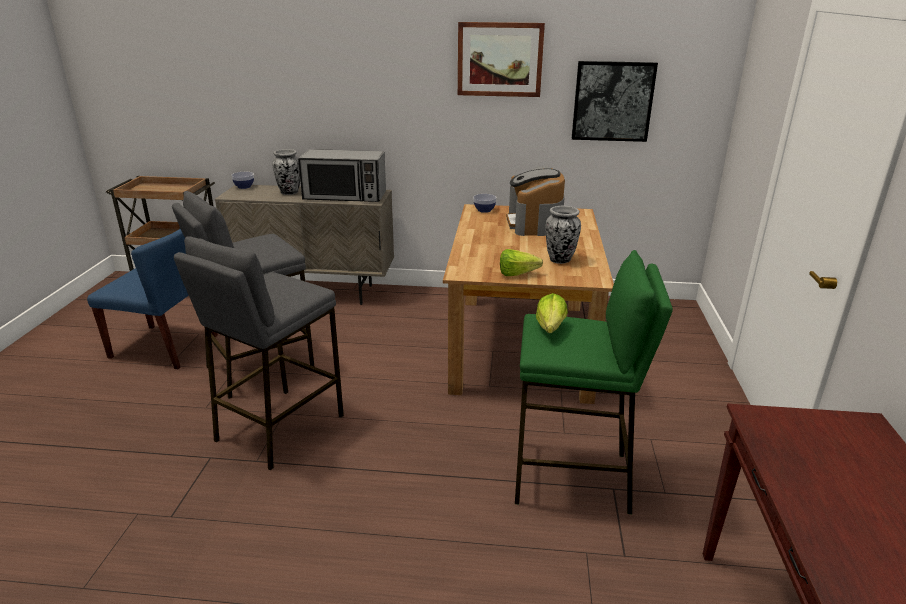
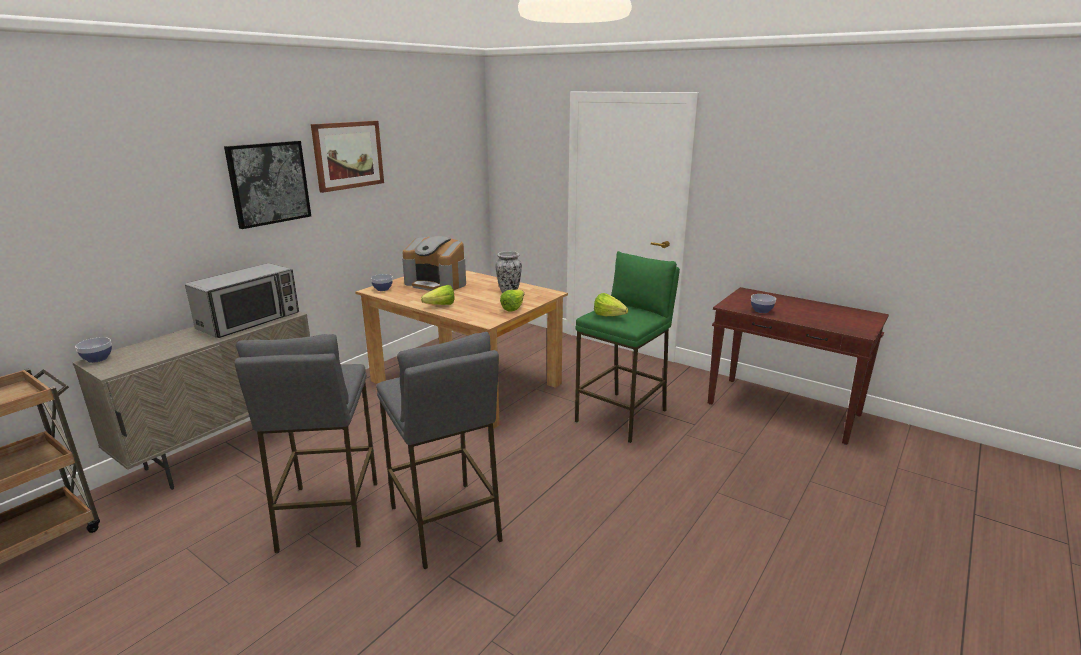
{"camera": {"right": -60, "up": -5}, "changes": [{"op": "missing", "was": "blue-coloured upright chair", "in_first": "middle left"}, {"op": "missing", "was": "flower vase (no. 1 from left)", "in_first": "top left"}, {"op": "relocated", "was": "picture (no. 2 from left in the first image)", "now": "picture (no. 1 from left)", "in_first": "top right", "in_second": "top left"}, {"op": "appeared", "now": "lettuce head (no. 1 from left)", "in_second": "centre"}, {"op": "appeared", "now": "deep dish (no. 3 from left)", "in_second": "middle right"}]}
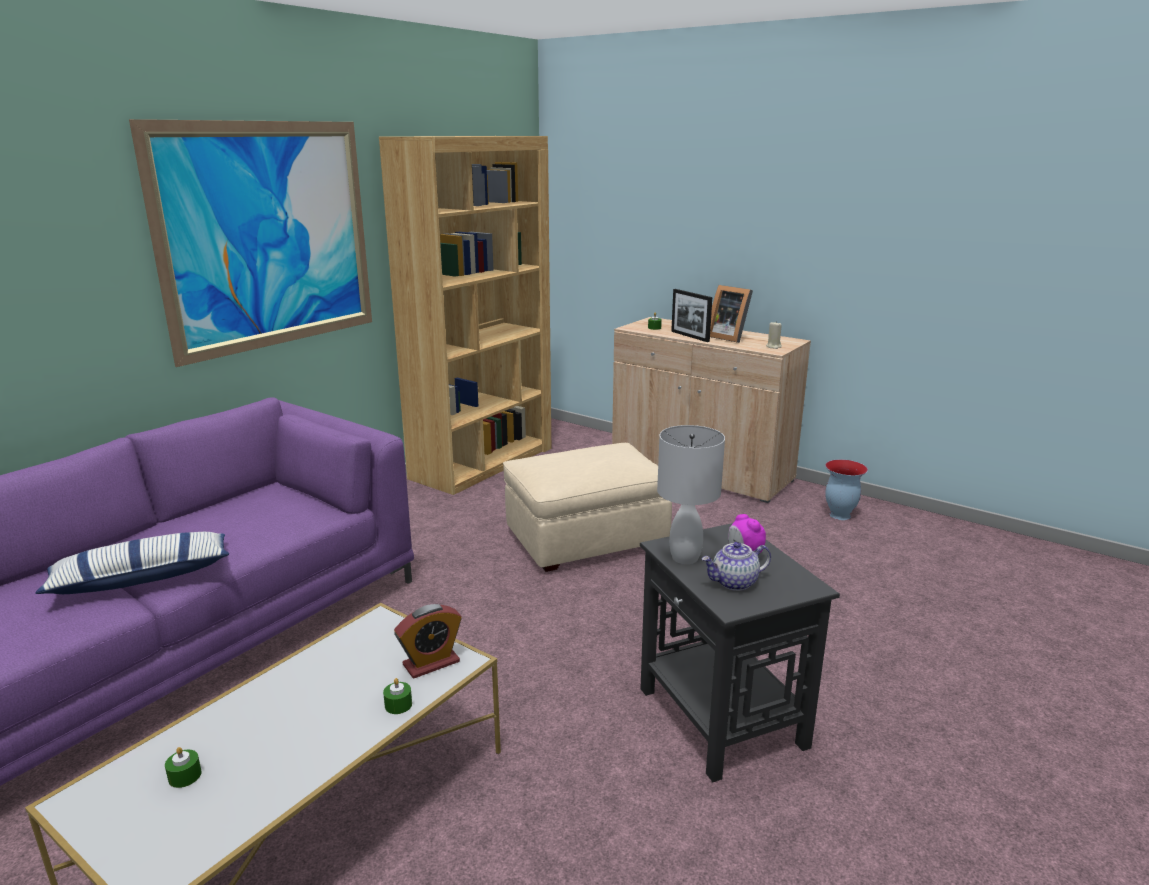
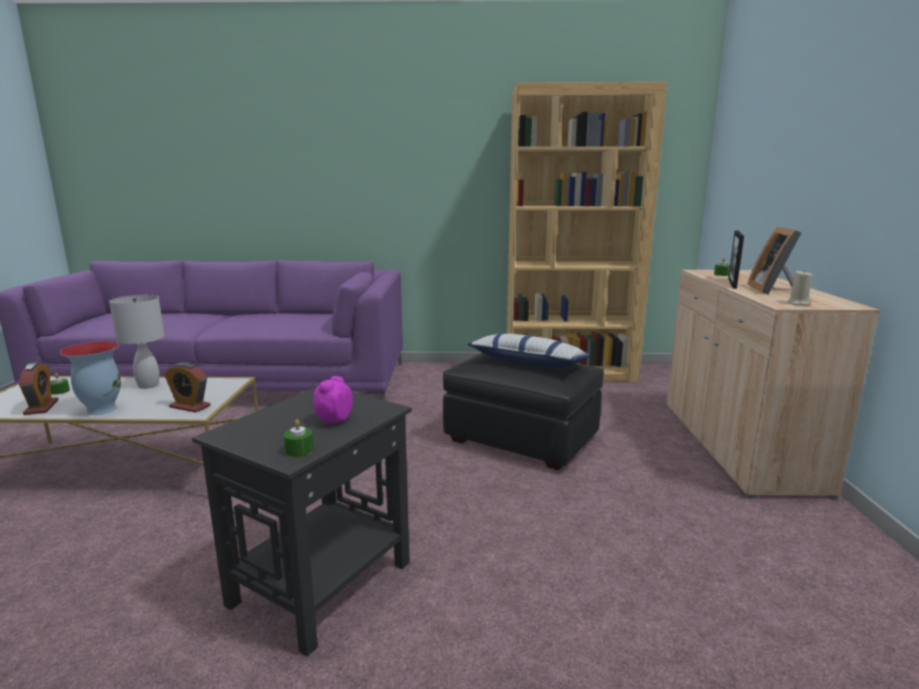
{"camera": {"right": 55, "up": -5}, "changes": [{"op": "relocated", "was": "throw pillow", "in_first": "middle left", "in_second": "centre"}, {"op": "missing", "was": "picture", "in_first": "top left"}, {"op": "relocated", "was": "green candle (no. 2 from left)", "in_first": "bottom centre", "in_second": "middle left"}, {"op": "colour", "was": "sand-coloured ottoman", "now": "blackish ottoman", "in_first": "centre", "in_second": "centre"}, {"op": "relocated", "was": "whitish tabletop lamp", "in_first": "centre", "in_second": "middle left"}, {"op": "missing", "was": "teapot", "in_first": "centre"}, {"op": "relocated", "was": "flower vase", "in_first": "middle right", "in_second": "middle left"}, {"op": "appeared", "now": "alarm clock (no. 1 from left)", "in_second": "middle left"}]}
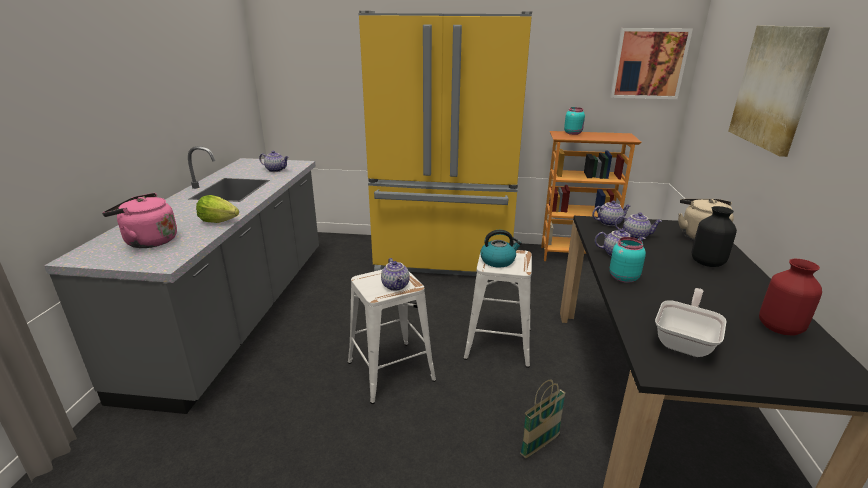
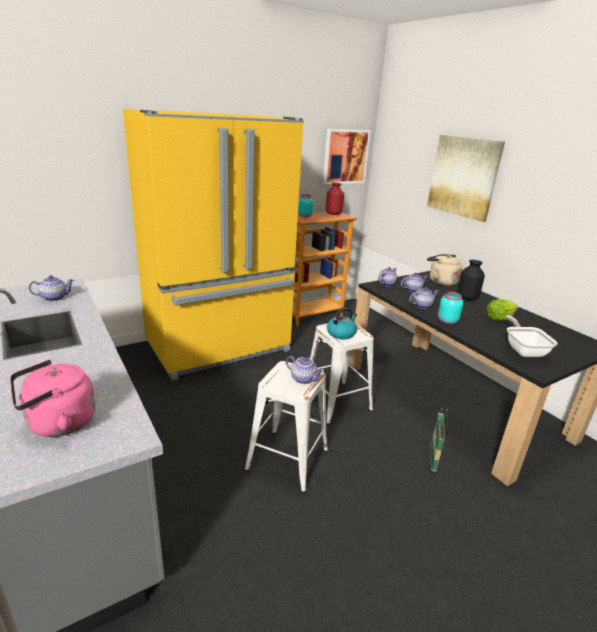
{"camera": {"right": -40, "up": 0}, "changes": [{"op": "relocated", "was": "lettuce head", "in_first": "middle left", "in_second": "middle right"}, {"op": "relocated", "was": "reddish flower vase", "in_first": "middle right", "in_second": "top centre"}]}
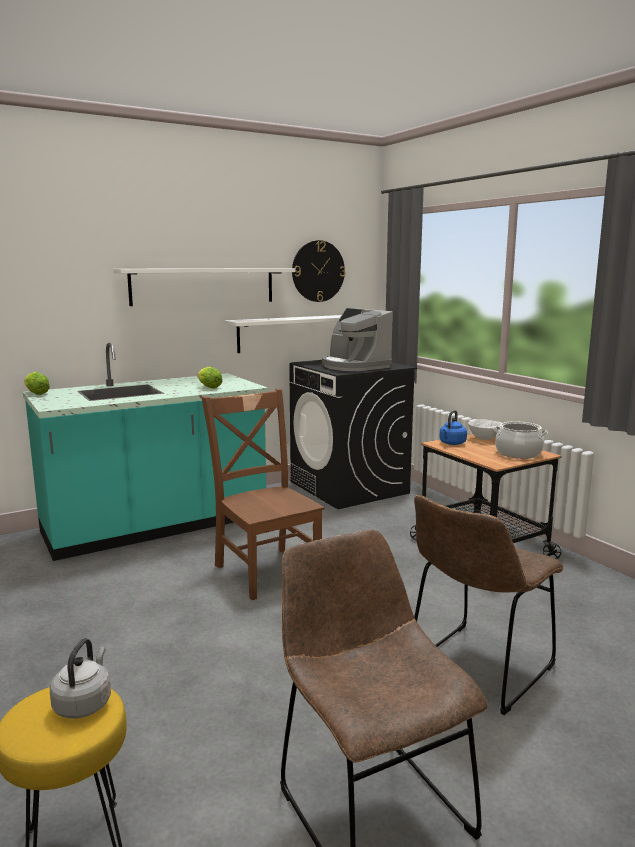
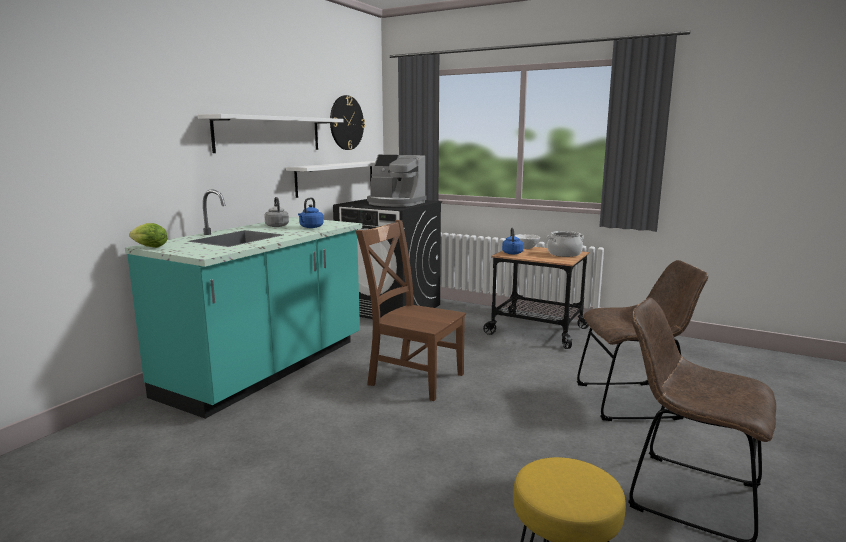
{"camera": {"right": -30, "up": 0}, "changes": [{"op": "relocated", "was": "grey tea kettle", "in_first": "bottom left", "in_second": "middle left"}, {"op": "exchanged", "was": "lettuce head (no. 2 from left)", "now": "blue-coloured tea kettle (no. 1 from left)", "in_first": "middle left", "in_second": "centre"}, {"op": "spun", "was": "brown upright chair (no. 3 from left in the first image)", "in_first": "bottom right", "in_second": "middle right", "clockwise": -105}]}
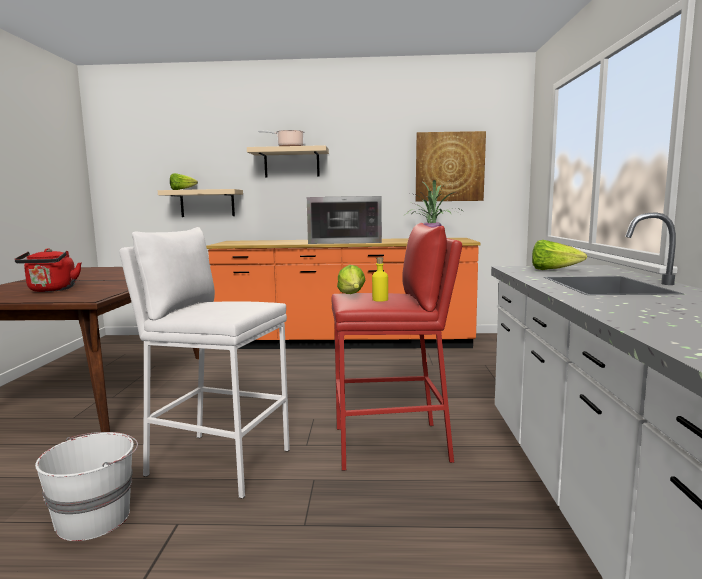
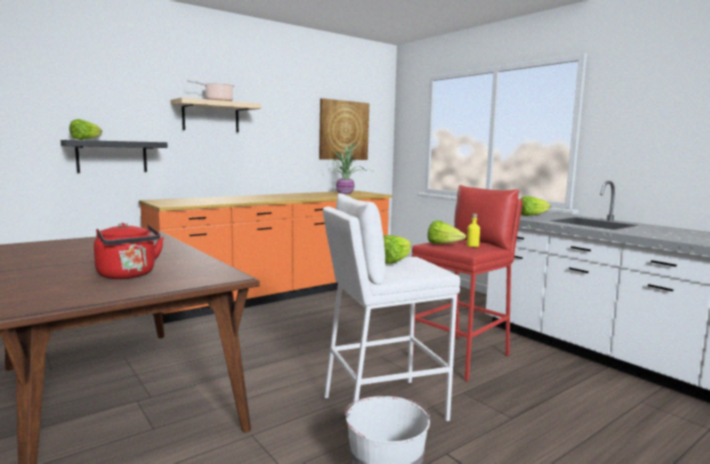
{"camera": {"right": -40, "up": 0}, "changes": [{"op": "colour", "was": "sand-coloured bracket shelf (no. 1 from left)", "now": "blackish bracket shelf", "in_first": "middle left", "in_second": "middle left"}, {"op": "missing", "was": "microwave", "in_first": "centre"}, {"op": "appeared", "now": "lettuce head (no. 2 from left)", "in_second": "centre"}]}
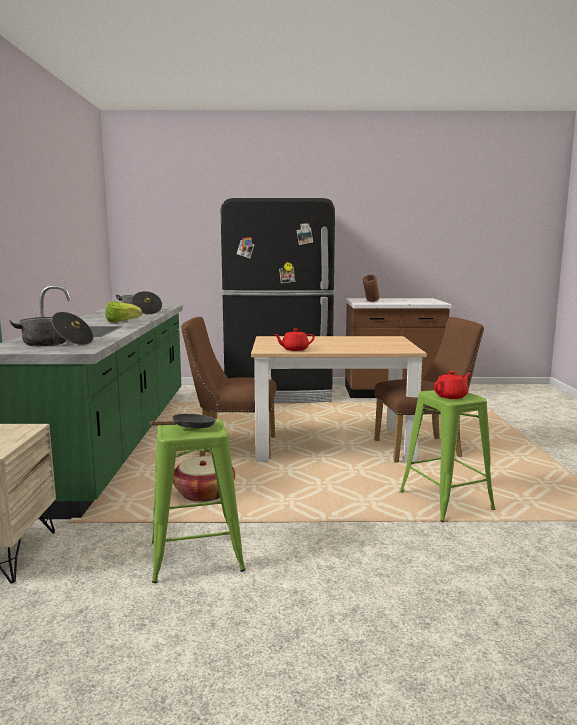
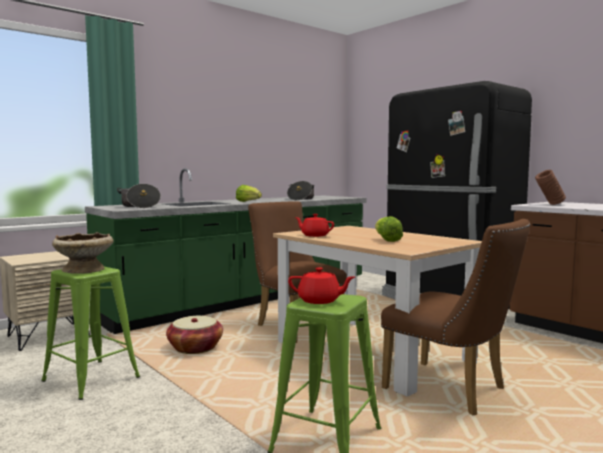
{"camera": {"right": 50, "up": -5}, "changes": [{"op": "exchanged", "was": "blackish skillet", "now": "sand-coloured deep dish", "in_first": "middle left", "in_second": "middle left"}, {"op": "appeared", "now": "lettuce head (no. 2 from left)", "in_second": "centre"}]}
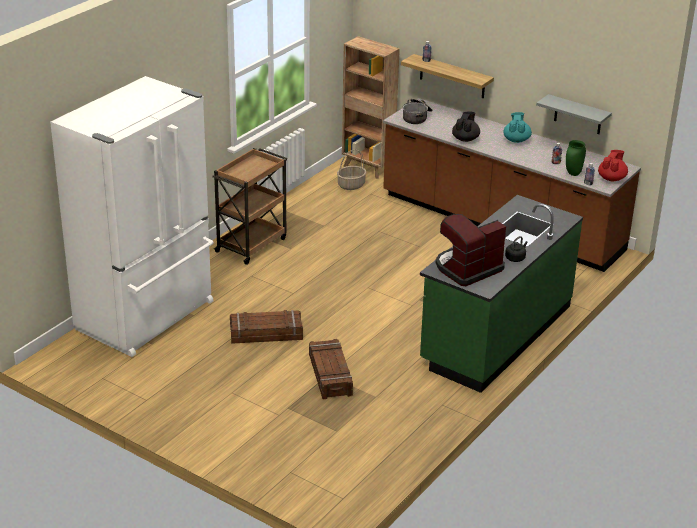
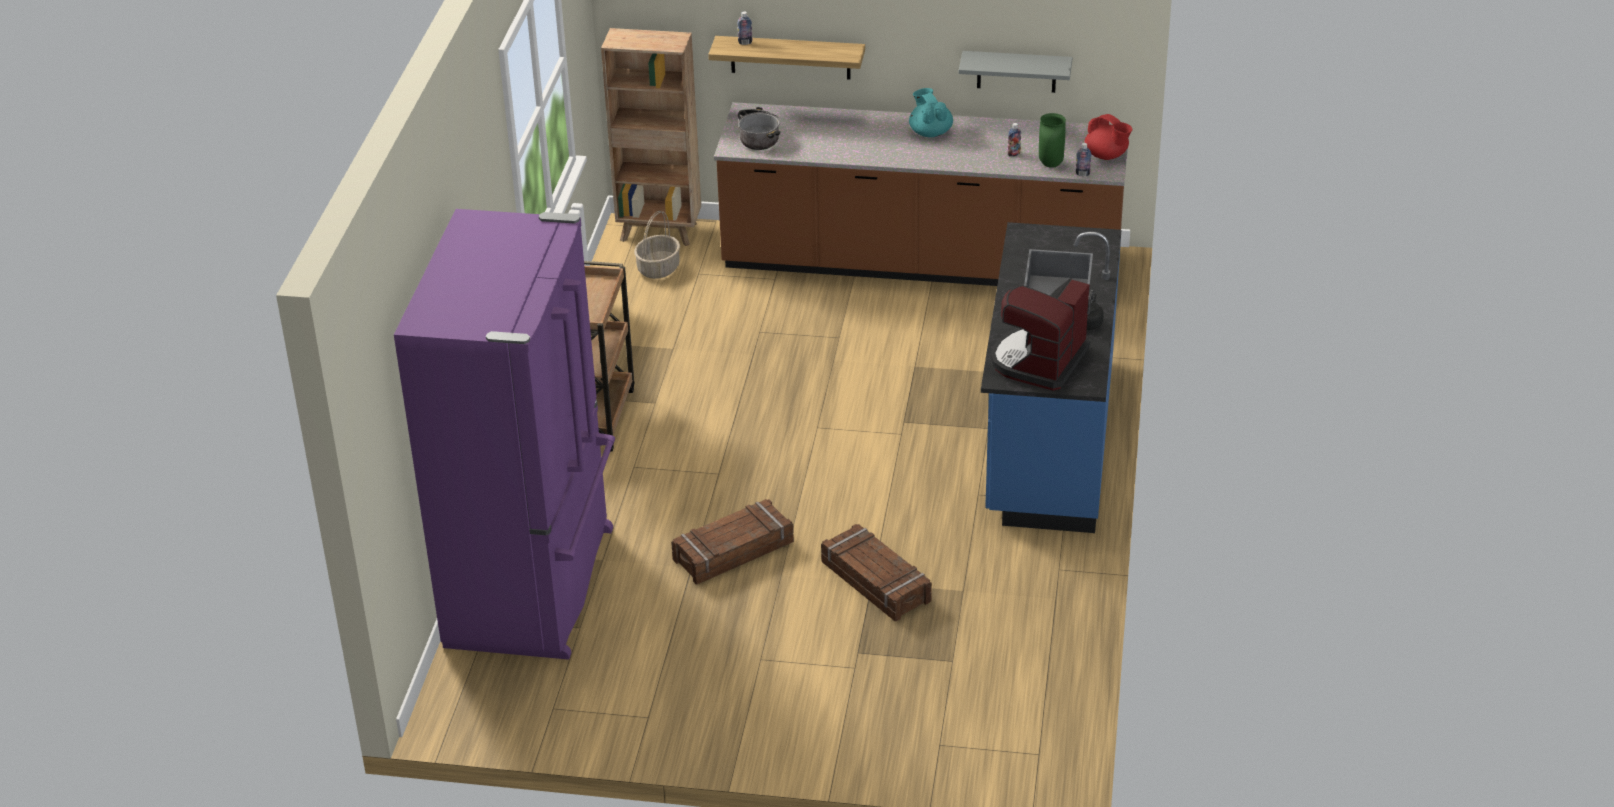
{"camera": {"right": -25, "up": 5}, "changes": [{"op": "colour", "was": "whitish kitchen fridge", "now": "purplish kitchen fridge", "in_first": "middle left", "in_second": "middle left"}, {"op": "colour", "was": "green counter", "now": "blue-coloured counter", "in_first": "middle right", "in_second": "centre"}, {"op": "missing", "was": "blackish teapot", "in_first": "top right"}, {"op": "spun", "was": "reddish teapot", "in_first": "top right", "in_second": "top right", "clockwise": 135}]}
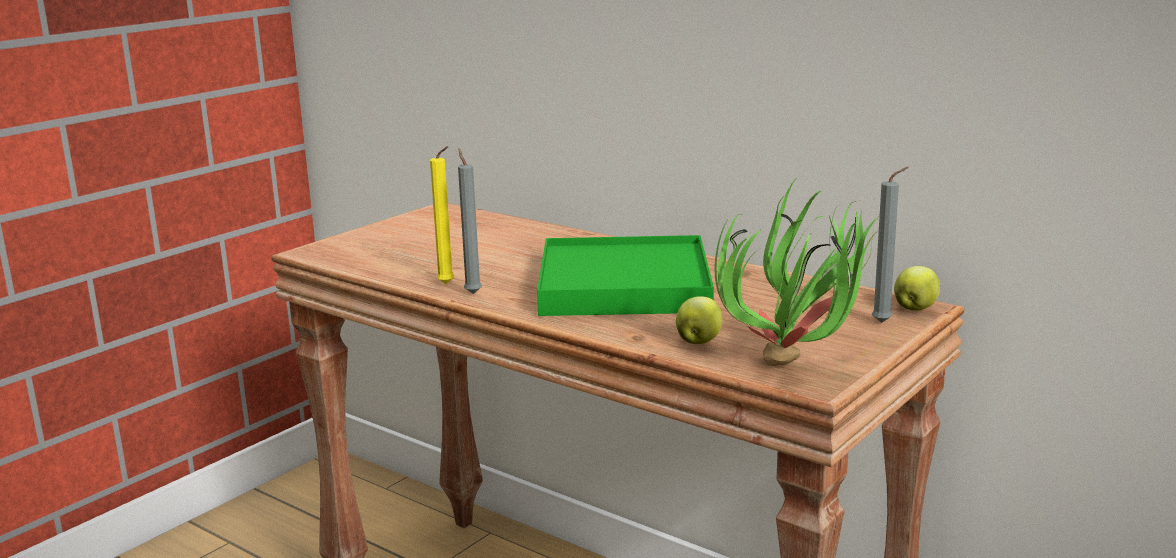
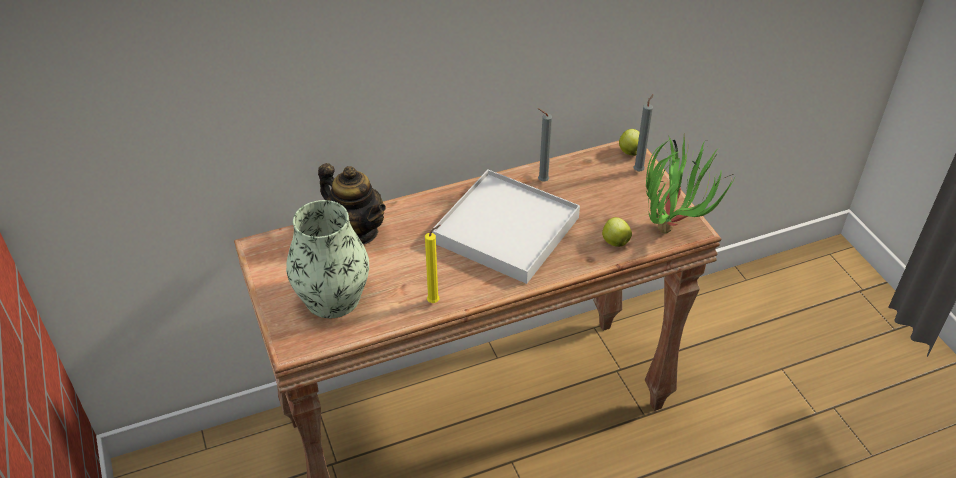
{"camera": {"right": -60, "up": 25}, "changes": [{"op": "relocated", "was": "grey candle (no. 1 from left)", "in_first": "centre", "in_second": "top centre"}, {"op": "colour", "was": "green tray", "now": "whitish tray", "in_first": "centre", "in_second": "centre"}, {"op": "appeared", "now": "flower vase", "in_second": "centre"}, {"op": "appeared", "now": "teapot", "in_second": "centre"}]}
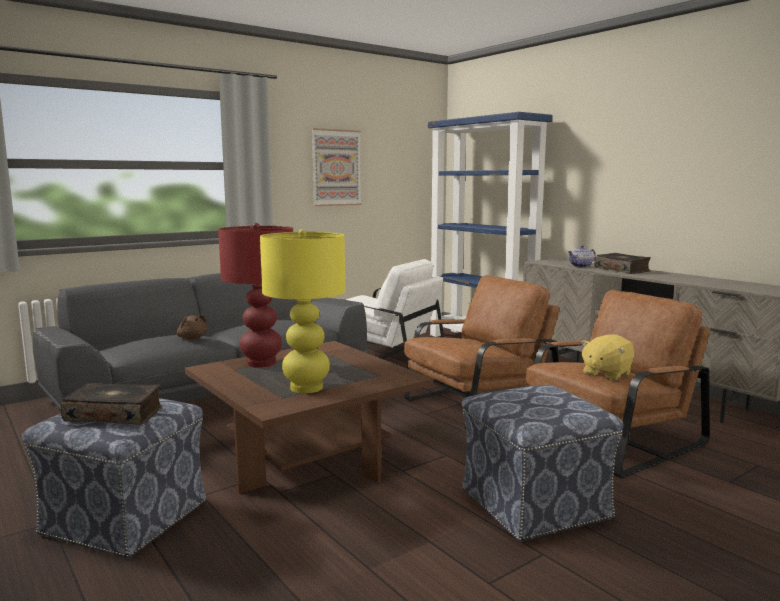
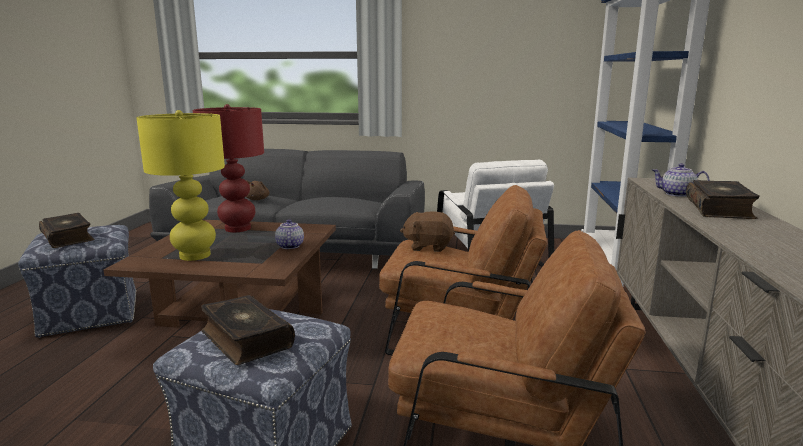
{"camera": {"right": 45, "up": 5}, "changes": [{"op": "missing", "was": "picture", "in_first": "top centre"}, {"op": "missing", "was": "yellowish plush toy", "in_first": "middle right"}, {"op": "appeared", "now": "volume (no. 2 from left)", "in_second": "bottom left"}, {"op": "appeared", "now": "teapot (no. 1 from left)", "in_second": "centre"}, {"op": "appeared", "now": "brown plush toy (no. 2 from left)", "in_second": "centre"}]}
